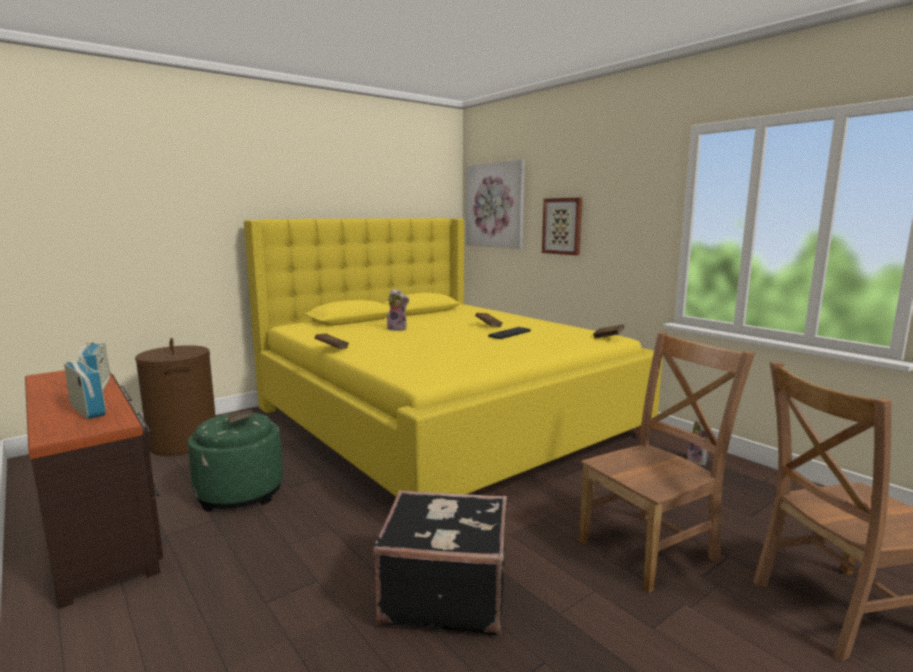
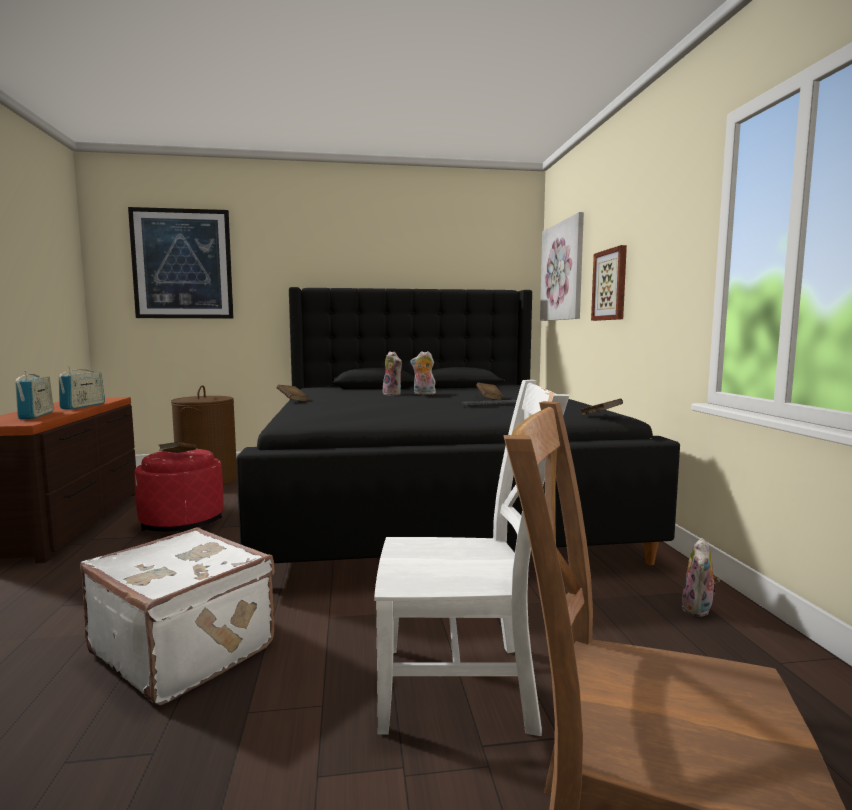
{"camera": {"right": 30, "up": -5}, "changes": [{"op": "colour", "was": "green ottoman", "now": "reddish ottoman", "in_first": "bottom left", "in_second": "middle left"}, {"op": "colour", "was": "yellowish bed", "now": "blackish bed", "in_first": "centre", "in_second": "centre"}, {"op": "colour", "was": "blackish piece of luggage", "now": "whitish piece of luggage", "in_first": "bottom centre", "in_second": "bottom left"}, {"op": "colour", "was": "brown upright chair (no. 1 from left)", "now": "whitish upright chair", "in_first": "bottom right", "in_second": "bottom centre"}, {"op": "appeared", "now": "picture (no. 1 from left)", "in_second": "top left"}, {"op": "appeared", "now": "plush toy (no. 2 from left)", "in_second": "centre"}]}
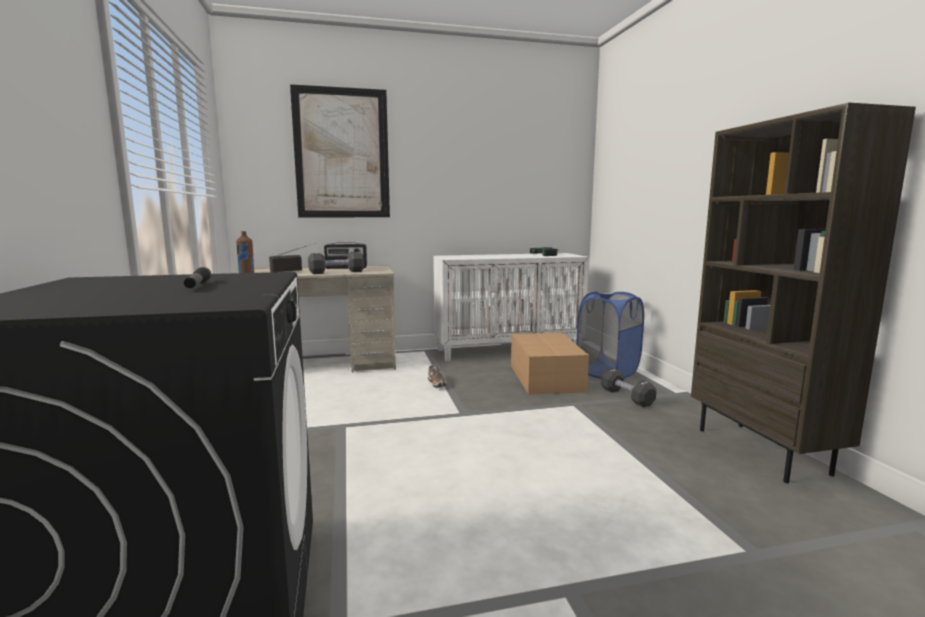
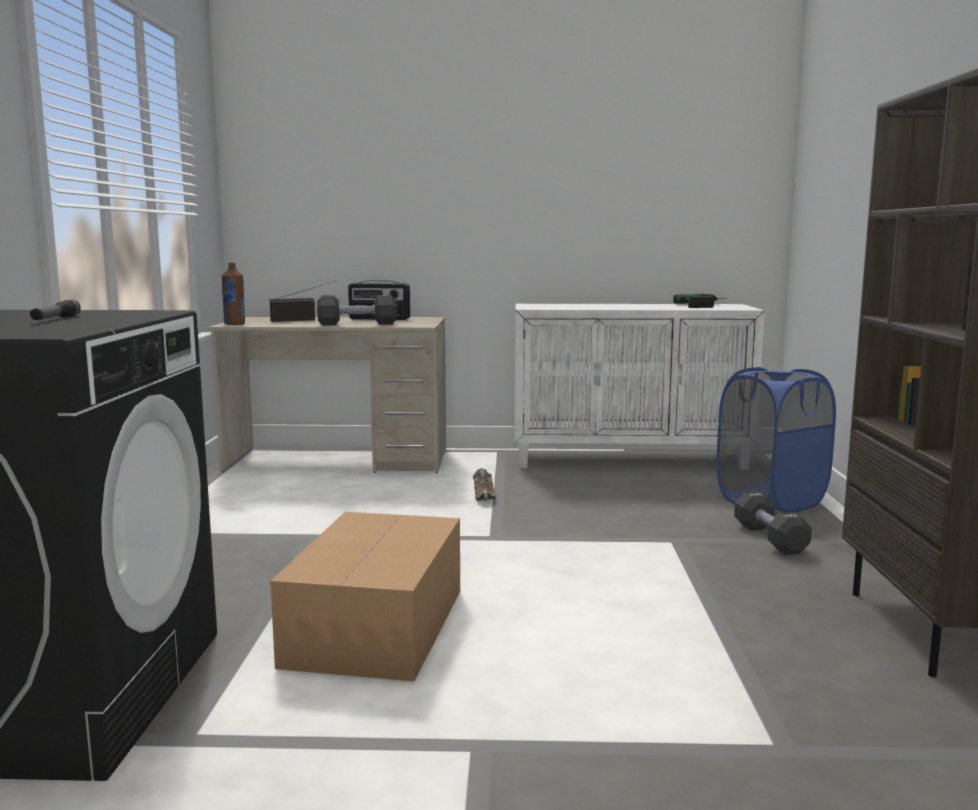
{"camera": {"right": 15, "up": 0}, "changes": [{"op": "missing", "was": "picture", "in_first": "top centre"}, {"op": "relocated", "was": "cardboard box", "in_first": "centre", "in_second": "bottom centre"}]}
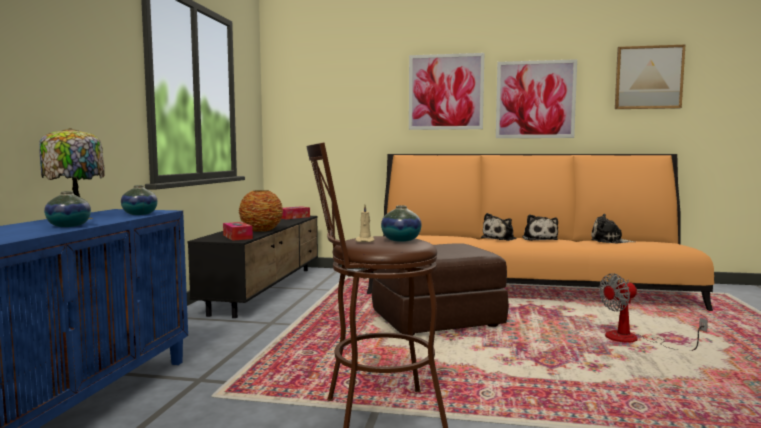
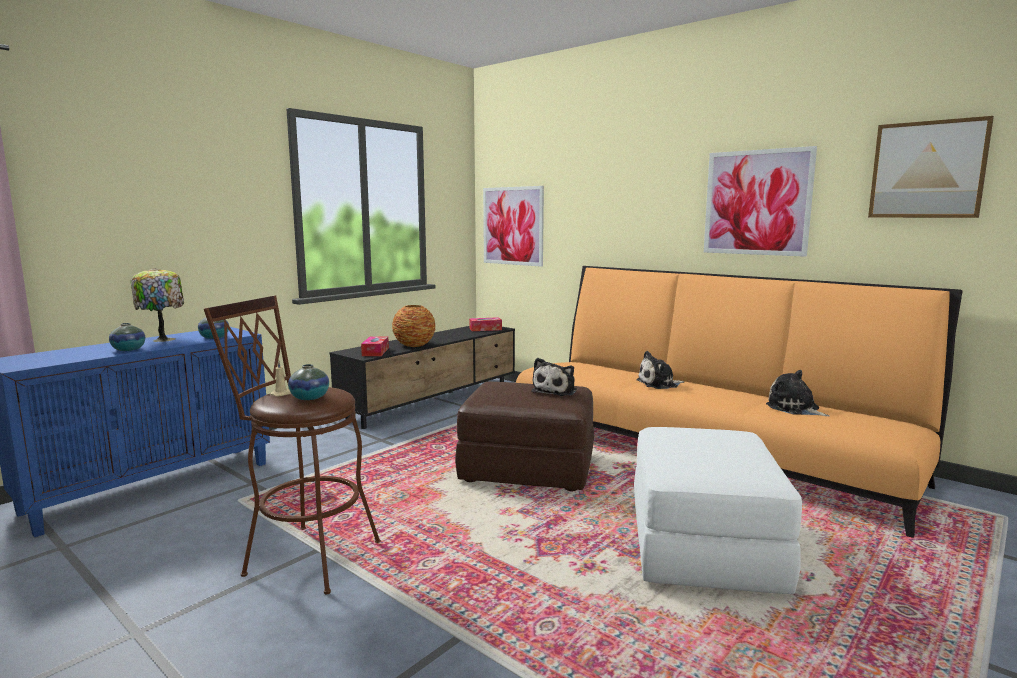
{"camera": {"right": 30, "up": 5}, "changes": [{"op": "relocated", "was": "picture (no. 1 from left)", "in_first": "top centre", "in_second": "centre"}, {"op": "relocated", "was": "plush toy (no. 2 from left in the first image)", "now": "plush toy (no. 1 from left)", "in_first": "middle right", "in_second": "centre"}, {"op": "exchanged", "was": "fan", "now": "whitish ottoman", "in_first": "bottom right", "in_second": "bottom right"}]}
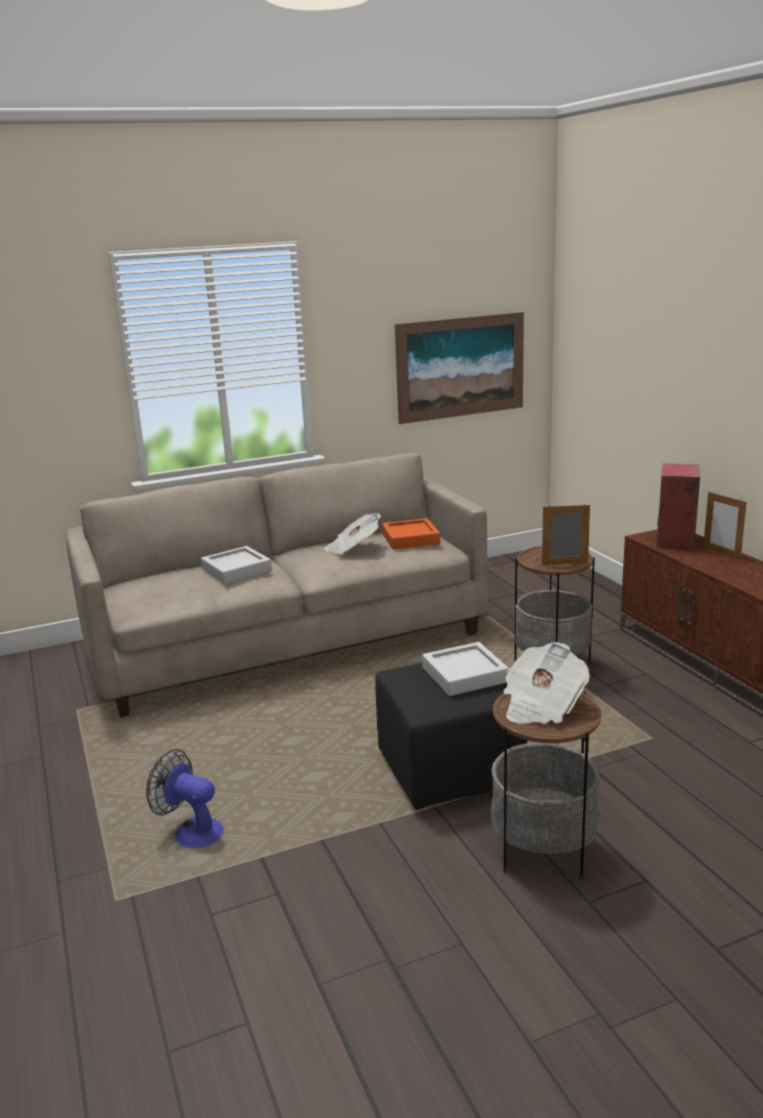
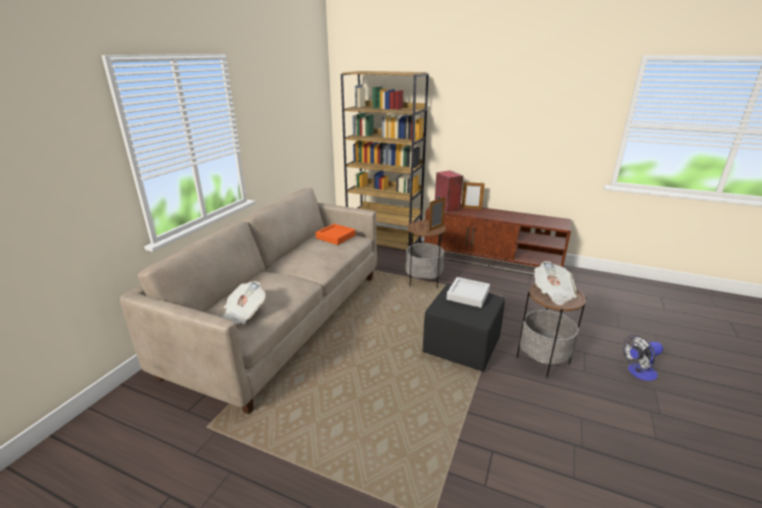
{"camera": {"right": -45, "up": 5}, "changes": [{"op": "relocated", "was": "fan", "in_first": "bottom left", "in_second": "bottom right"}, {"op": "missing", "was": "grey tray (no. 1 from left)", "in_first": "middle left"}, {"op": "relocated", "was": "daily paper (no. 1 from left)", "in_first": "centre", "in_second": "middle left"}, {"op": "missing", "was": "picture", "in_first": "top centre"}, {"op": "appeared", "now": "brown shelving unit", "in_second": "top centre"}]}
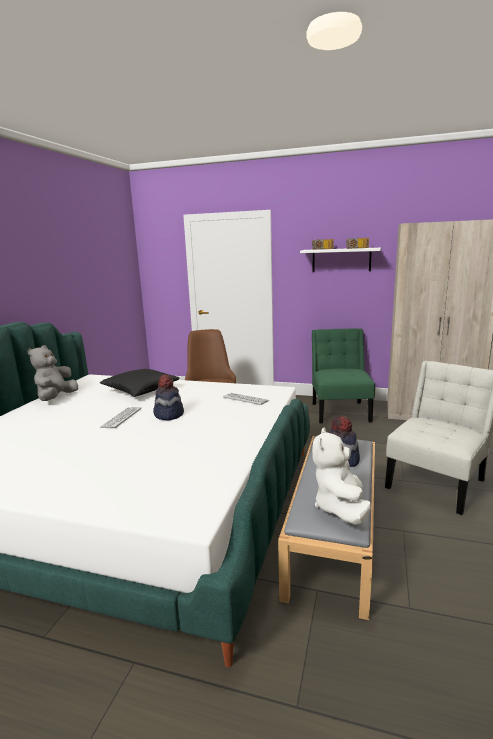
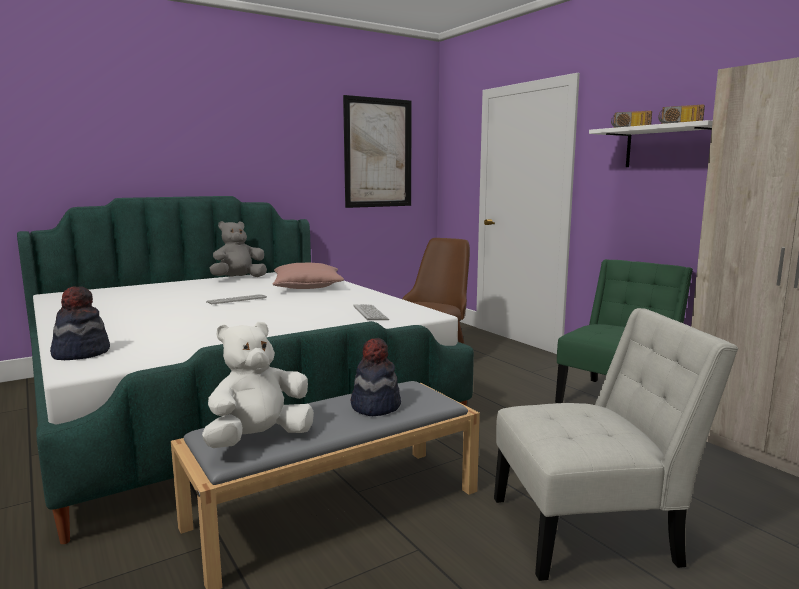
{"camera": {"right": 40, "up": -5}, "changes": [{"op": "colour", "was": "blackish throw pillow", "now": "pink-coloured throw pillow", "in_first": "middle left", "in_second": "centre"}, {"op": "relocated", "was": "clothing hat (no. 1 from left)", "in_first": "centre", "in_second": "middle left"}, {"op": "appeared", "now": "picture", "in_second": "top centre"}]}
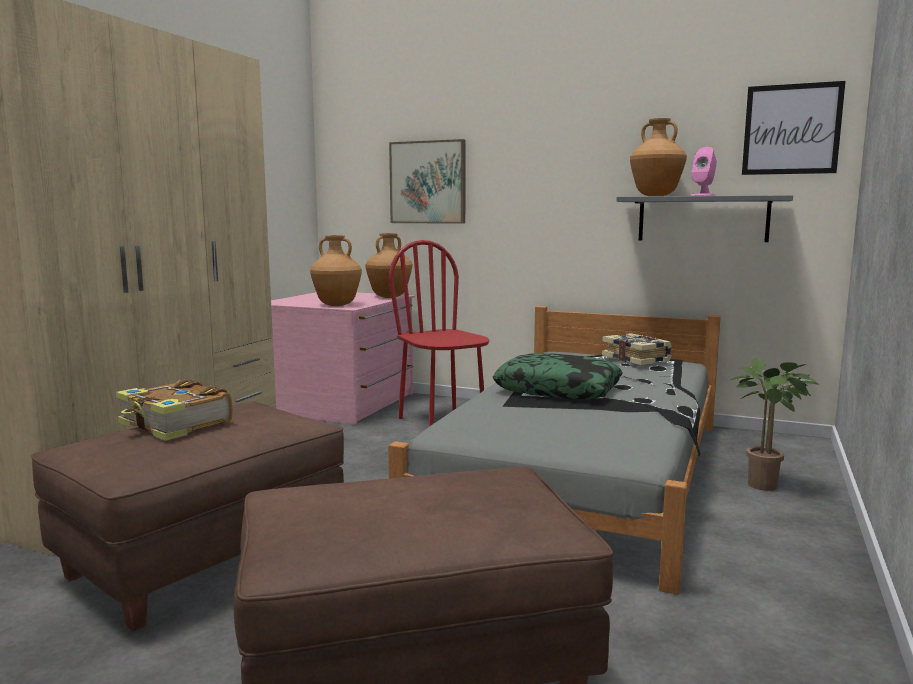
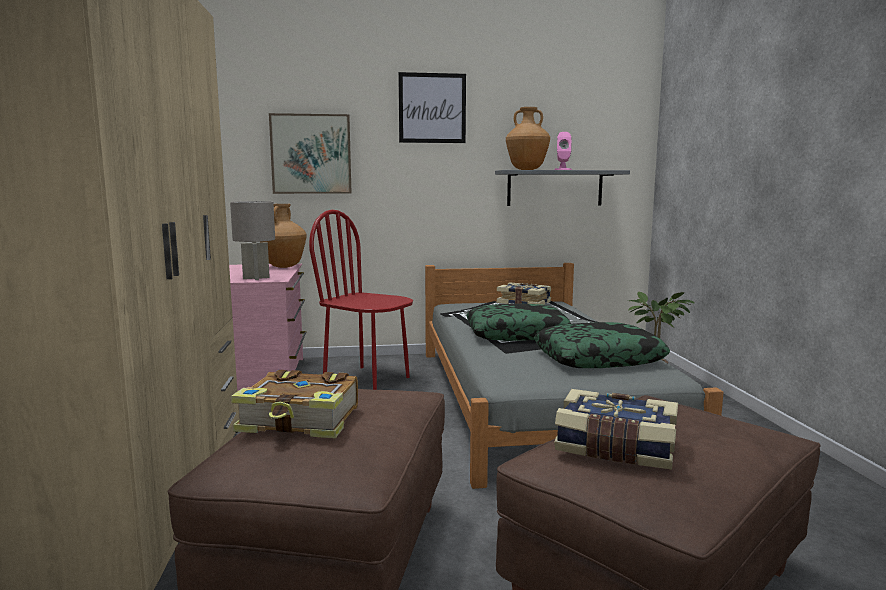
{"camera": {"right": -30, "up": 0}, "changes": [{"op": "exchanged", "was": "brown flower vase (no. 1 from left)", "now": "grey tabletop lamp", "in_first": "centre", "in_second": "middle left"}, {"op": "relocated", "was": "picture (no. 2 from left)", "in_first": "top right", "in_second": "top centre"}, {"op": "appeared", "now": "throw pillow (no. 2 from left)", "in_second": "middle right"}, {"op": "appeared", "now": "volume (no. 3 from left)", "in_second": "bottom right"}]}
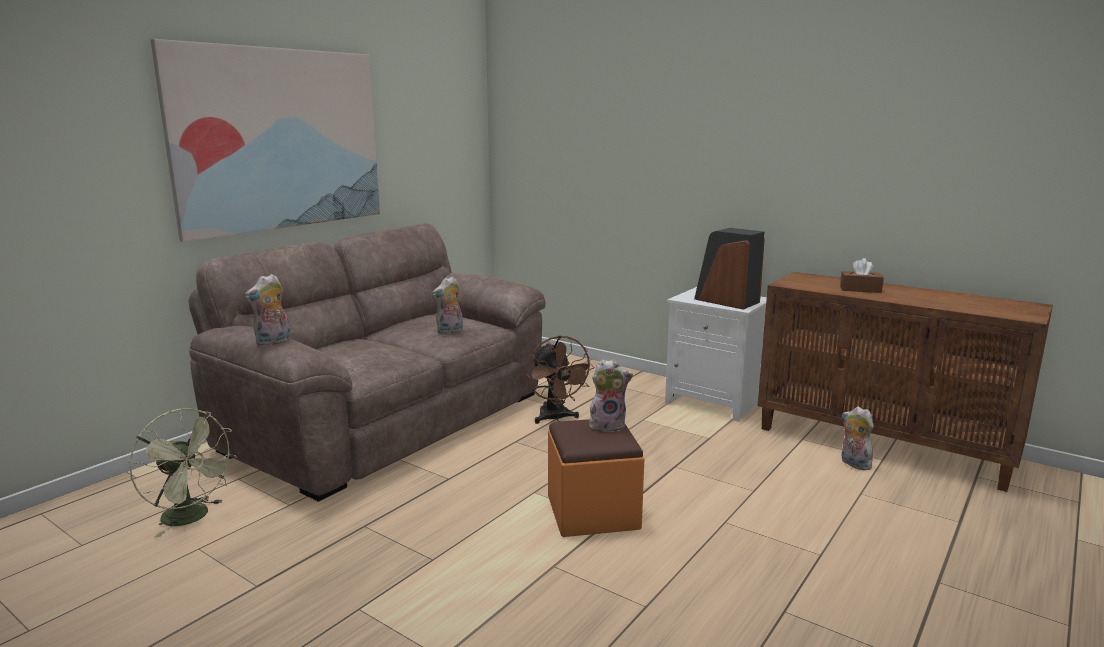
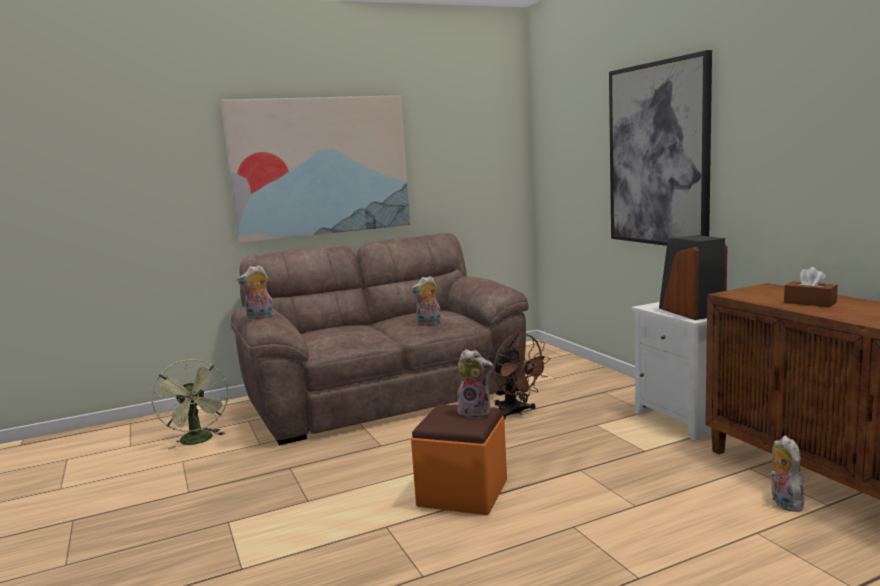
{"camera": {"right": 30, "up": -5}, "changes": [{"op": "spun", "was": "brown fan", "in_first": "centre", "in_second": "centre", "clockwise": -45}, {"op": "appeared", "now": "picture (no. 2 from left)", "in_second": "top right"}]}
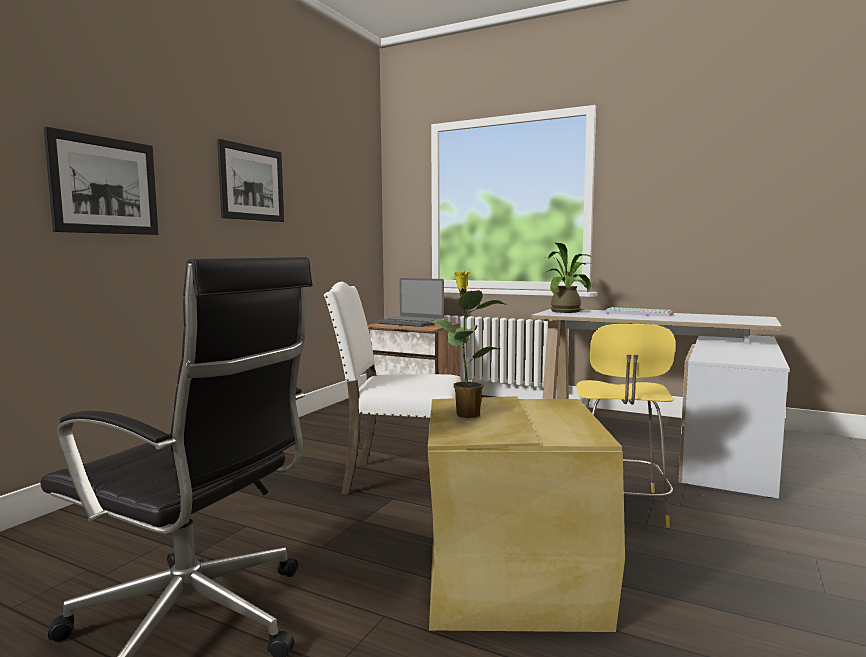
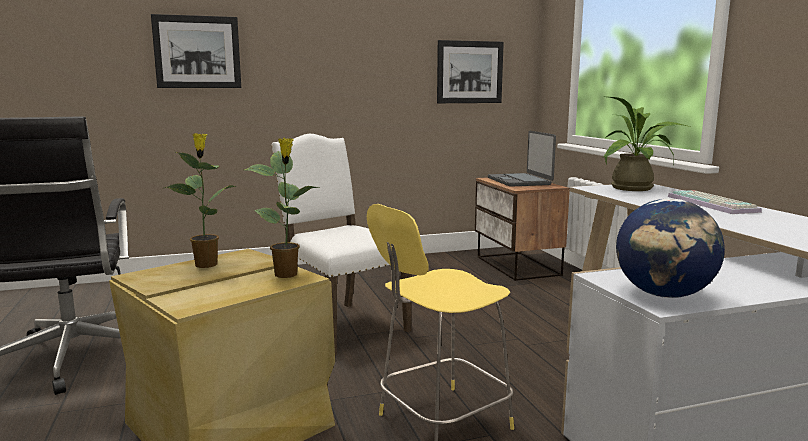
{"camera": {"right": 45, "up": 5}, "changes": [{"op": "relocated", "was": "picture (no. 2 from left)", "in_first": "top left", "in_second": "top centre"}, {"op": "appeared", "now": "houseplant (no. 2 from left)", "in_second": "centre"}, {"op": "appeared", "now": "globe", "in_second": "middle right"}]}
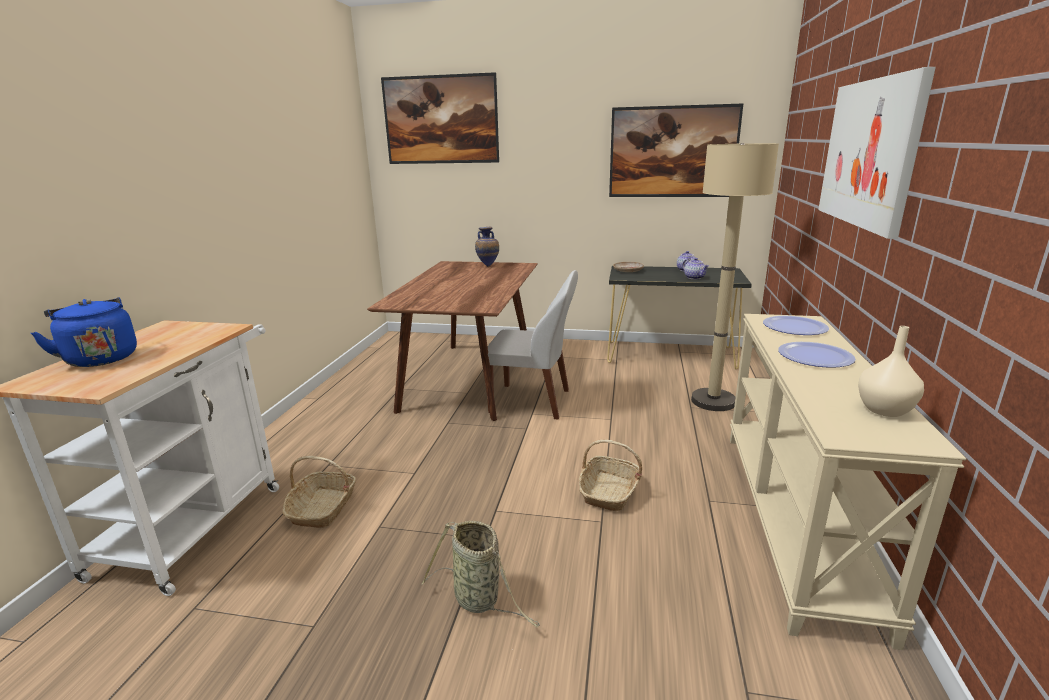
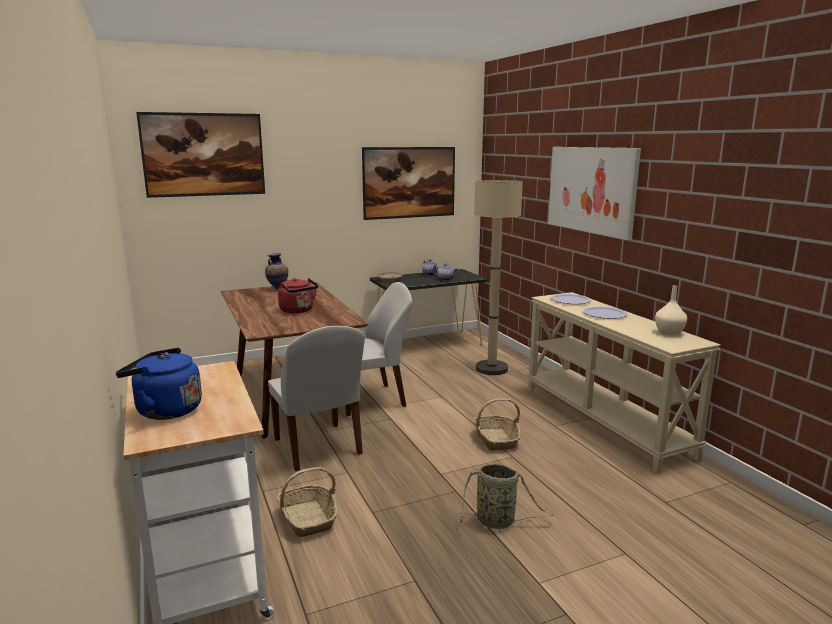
{"camera": {"right": -35, "up": -5}, "changes": [{"op": "appeared", "now": "whitish upright chair (no. 1 from left)", "in_second": "centre"}, {"op": "appeared", "now": "reddish tea kettle", "in_second": "centre"}]}
